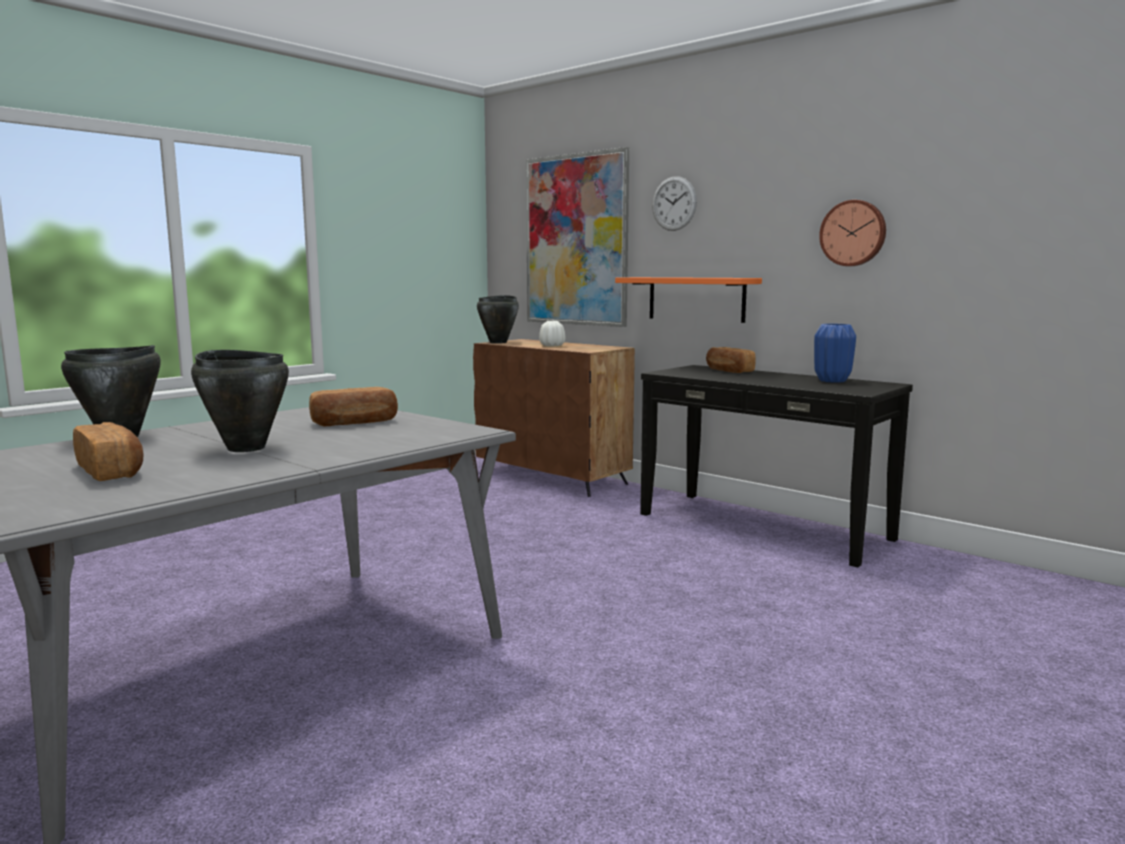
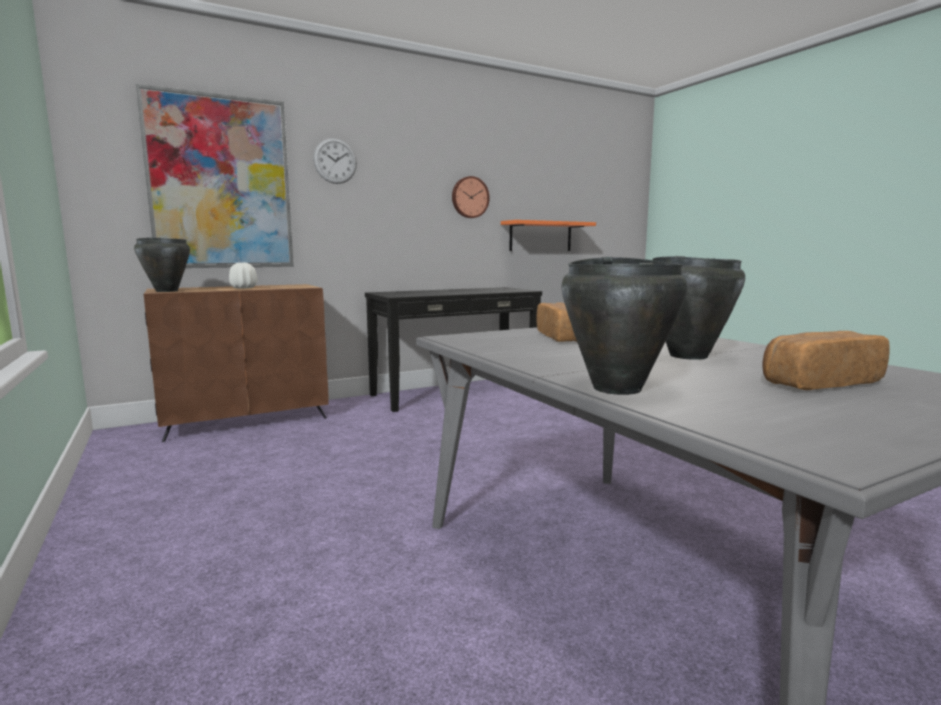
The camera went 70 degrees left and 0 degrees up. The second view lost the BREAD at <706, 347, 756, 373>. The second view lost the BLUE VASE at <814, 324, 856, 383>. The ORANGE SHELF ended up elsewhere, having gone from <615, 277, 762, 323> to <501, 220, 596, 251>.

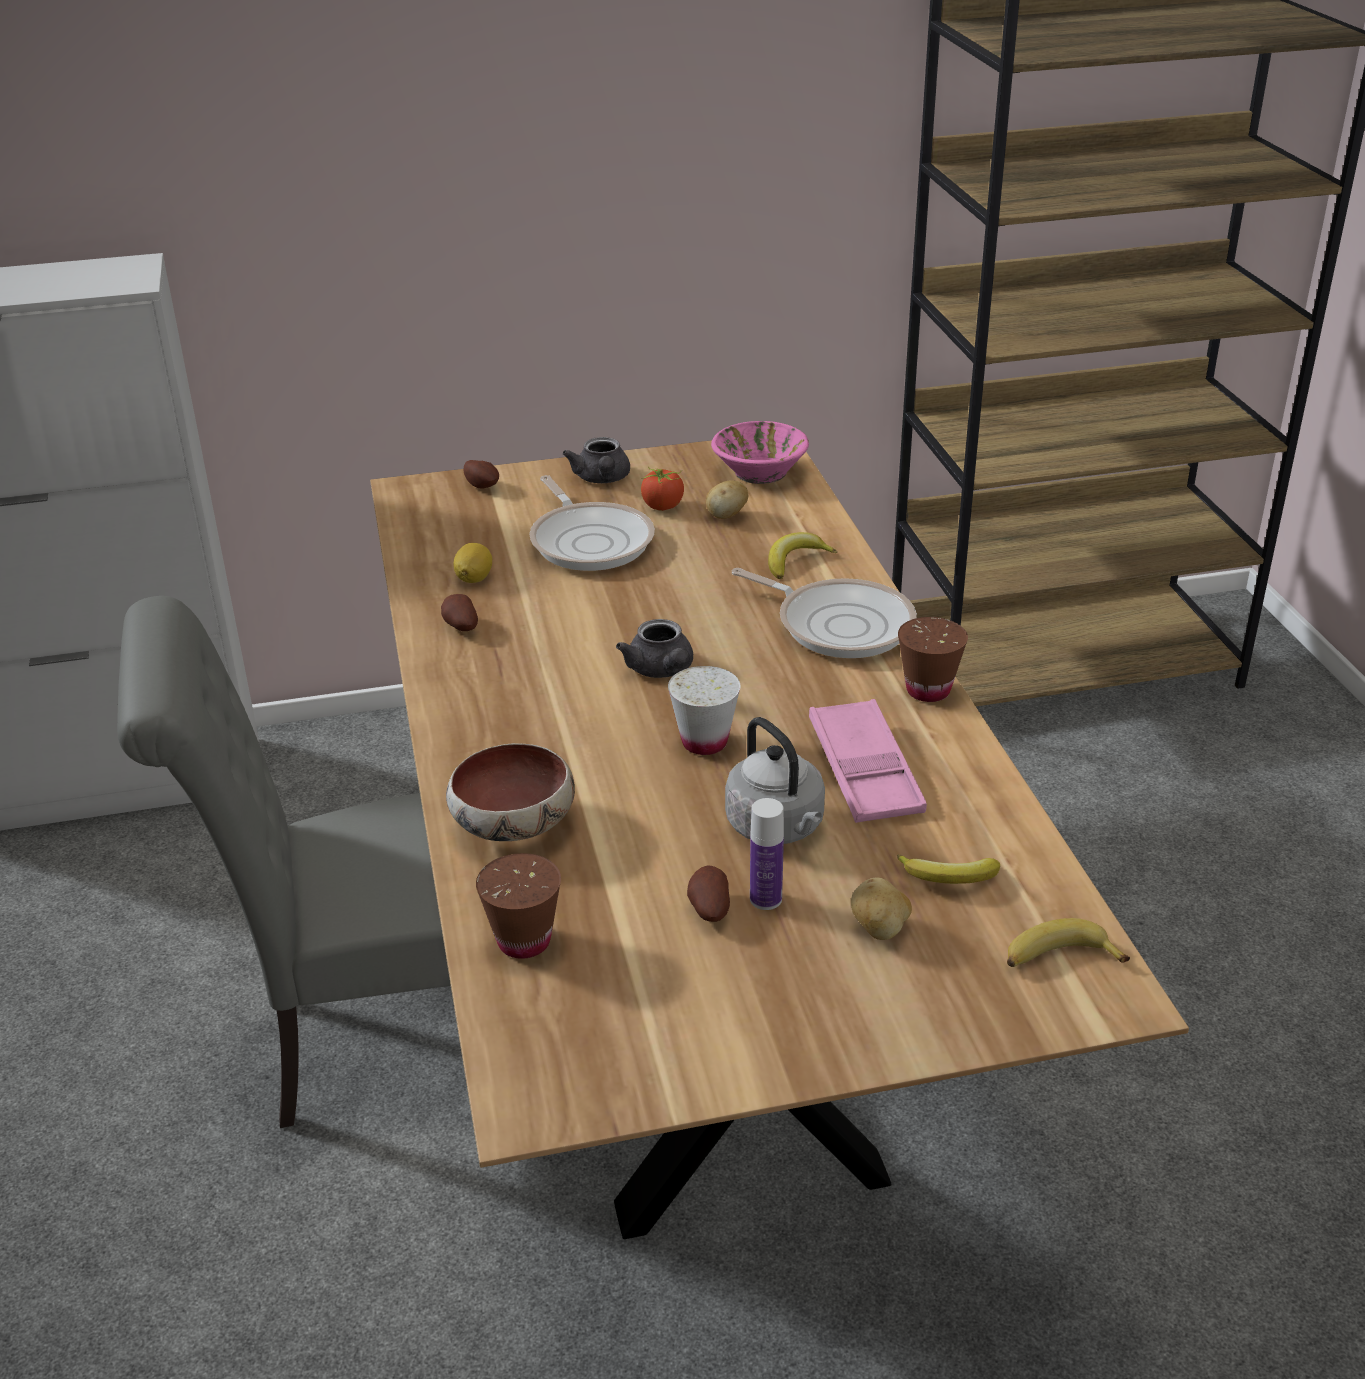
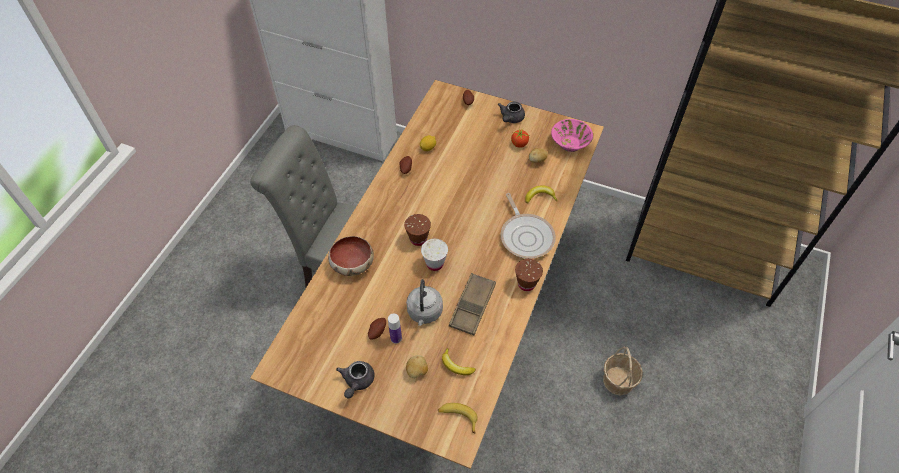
The camera went 35 degrees right and 20 degrees up. The second view lost the FRYING PAN at <529, 475, 655, 571>. The second view gained the BASKET at <603, 347, 643, 396>. The BROWN CUP ended up elsewhere, having gone from <476, 853, 561, 959> to <404, 214, 431, 246>. The GREY TEAPOT ended up elsewhere, having gone from <616, 619, 693, 678> to <336, 361, 375, 399>. What was the PINK TRAY at <809, 699, 927, 823> turned into the BROWN TRAY at <449, 273, 496, 336>.

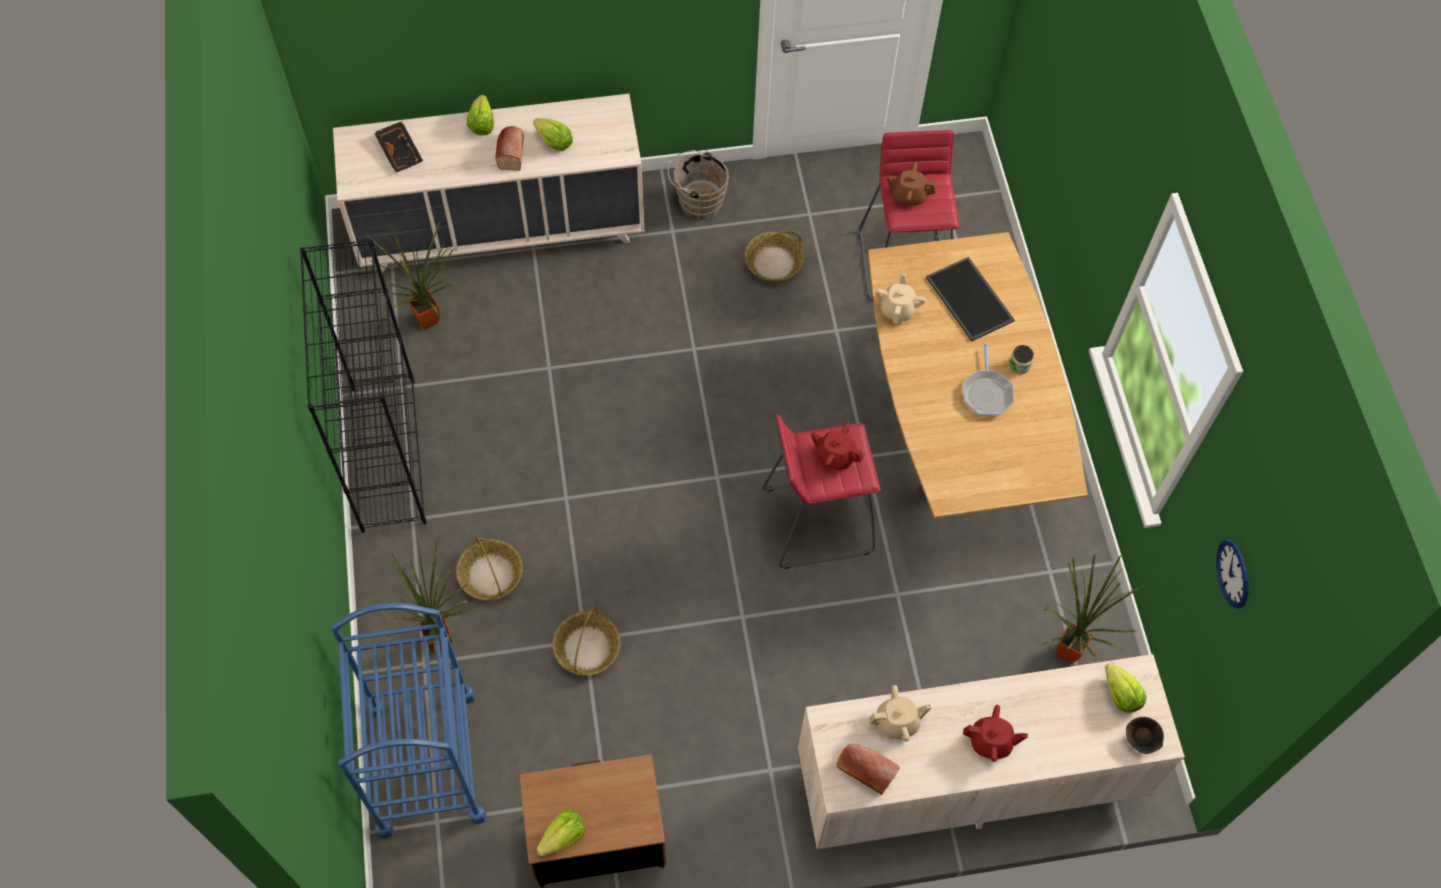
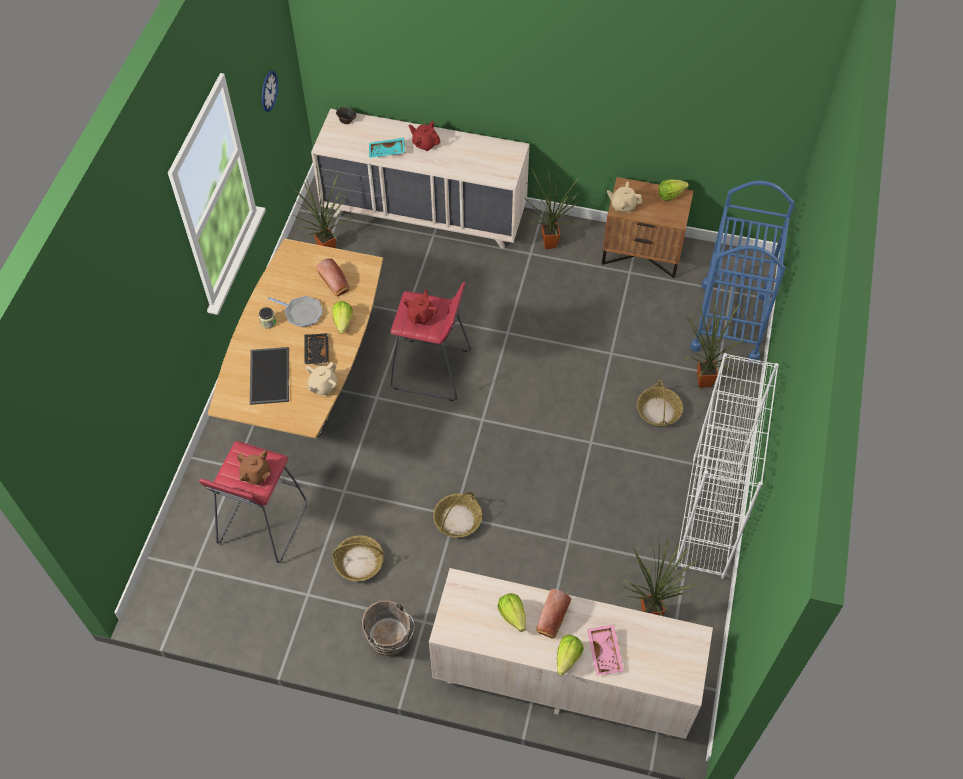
The camera went 155 degrees left and 5 degrees down. The second view gained the TURQUOISE TRAY at <369, 138, 405, 158>. The second view gained the POTTED PLANT at <525, 155, 582, 249>. The second view gained the PINK TRAY at <587, 625, 624, 676>. The BLACK TRAY ended up elsewhere, having gone from <374, 121, 423, 173> to <304, 333, 329, 364>. The BASKET ended up elsewhere, having gone from <553, 607, 621, 676> to <433, 492, 482, 538>. The BREAD ended up elsewhere, having gone from <836, 744, 900, 795> to <317, 258, 350, 296>. The BEIGE TEAPOT ended up elsewhere, having gone from <869, 685, 932, 741> to <607, 181, 643, 213>. The LETTUCE ended up elsewhere, having gone from <1105, 663, 1147, 713> to <332, 301, 353, 334>. What was the BLACK BOOKCASE at <300, 239, 427, 533> turned into the WHITE BOOKCASE at <675, 353, 779, 579>. The RED TEAPOT at <811, 423, 863, 470> ended up facing another way, 120 degrees counterclockwise from before. The FRYING PAN at <963, 344, 1014, 415> ended up facing another way, 90 degrees clockwise from before.

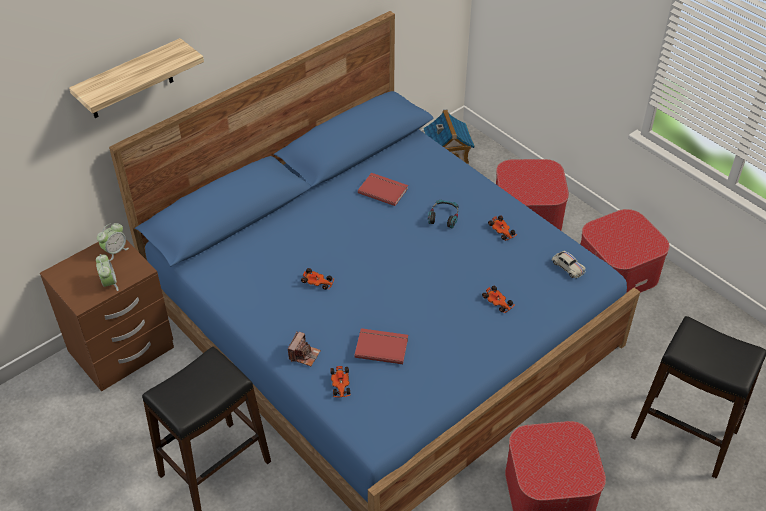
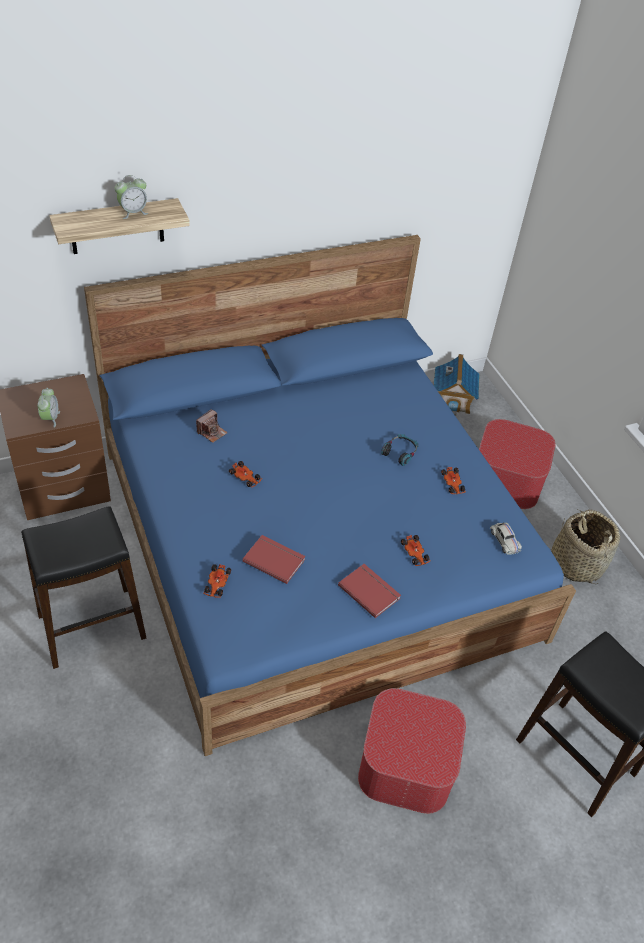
The camera went 15 degrees right and 0 degrees up. The ALARM CLOCK ended up elsewhere, having gone from <97, 223, 129, 261> to <114, 175, 148, 219>. The PHOTO CAMERA ended up elsewhere, having gone from <288, 332, 321, 366> to <196, 409, 228, 443>. The RED BOOK ended up elsewhere, having gone from <358, 173, 408, 206> to <338, 564, 401, 618>. Where the OTTOMAN stood at <580, 209, 670, 293>, the BASKET came to stand at <551, 509, 620, 584>.

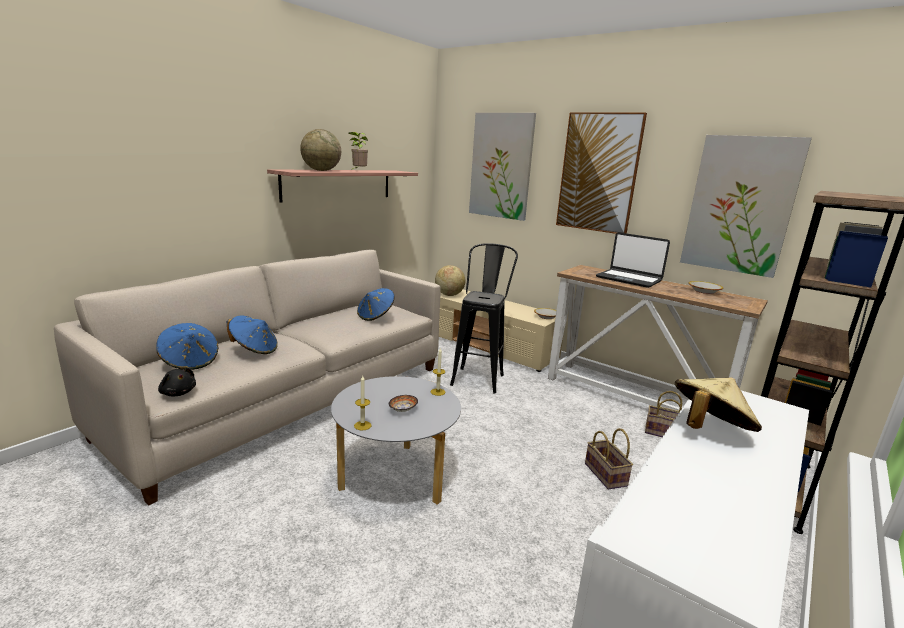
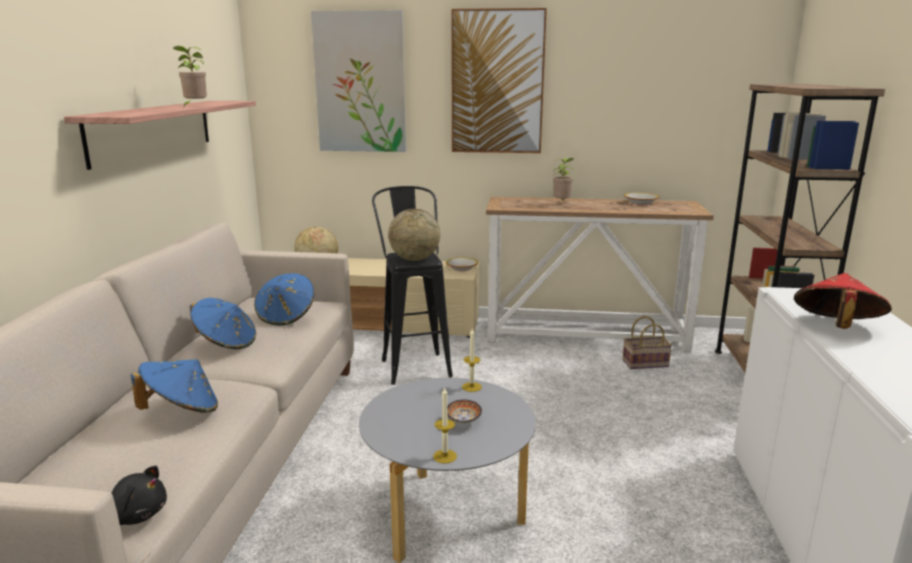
The camera went 30 degrees left and 0 degrees up. The second view lost the BASKET at <585, 428, 633, 490>. The second view lost the PICTURE at <680, 135, 812, 278>. The BLUE HAT ended up elsewhere, having gone from <156, 323, 219, 370> to <190, 298, 256, 349>. The GLOBE ended up elsewhere, having gone from <300, 129, 341, 171> to <388, 209, 440, 261>. Where the LAPTOP stood at <596, 232, 670, 288>, the POTTED PLANT came to stand at <553, 157, 573, 201>. What was the BEIGE HAT at <675, 378, 762, 432> turned into the RED HAT at <794, 273, 892, 329>.

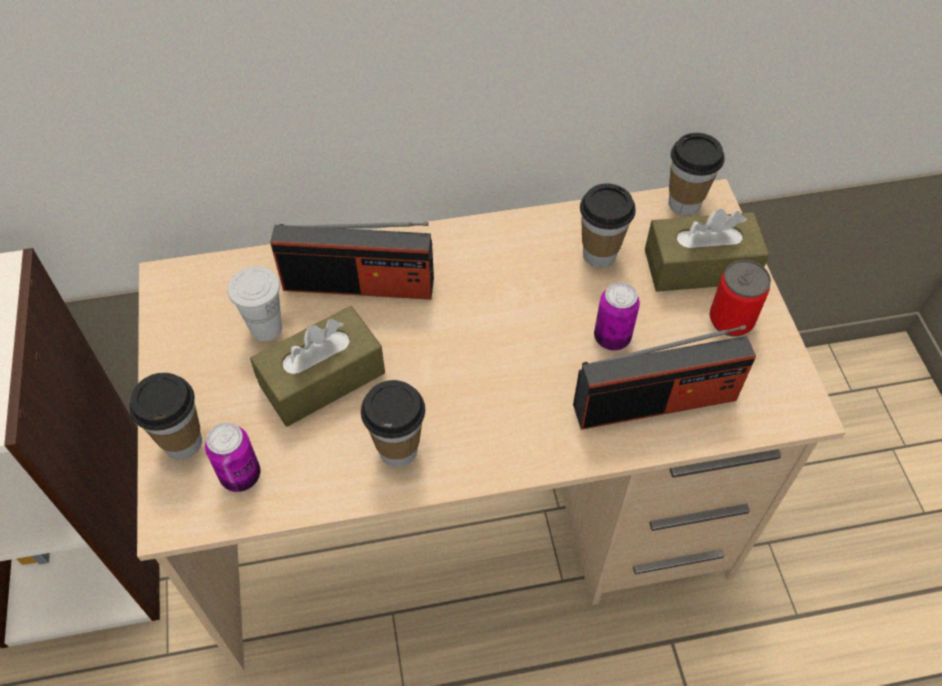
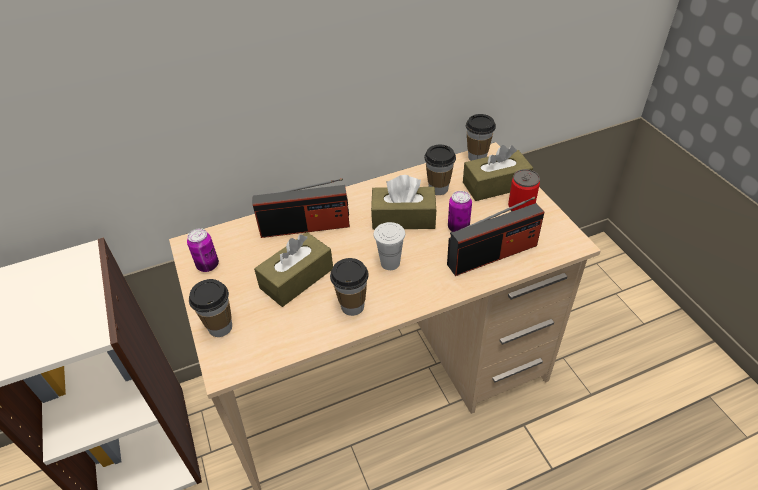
The camera went 10 degrees left and 10 degrees down. The second view gained the BROWN TISSUE BOX at <371, 175, 437, 230>. The CAN ended up elsewhere, having gone from <205, 423, 260, 492> to <187, 228, 219, 272>. The WHITE CUP ended up elsewhere, having gone from <227, 266, 282, 341> to <374, 222, 405, 270>.

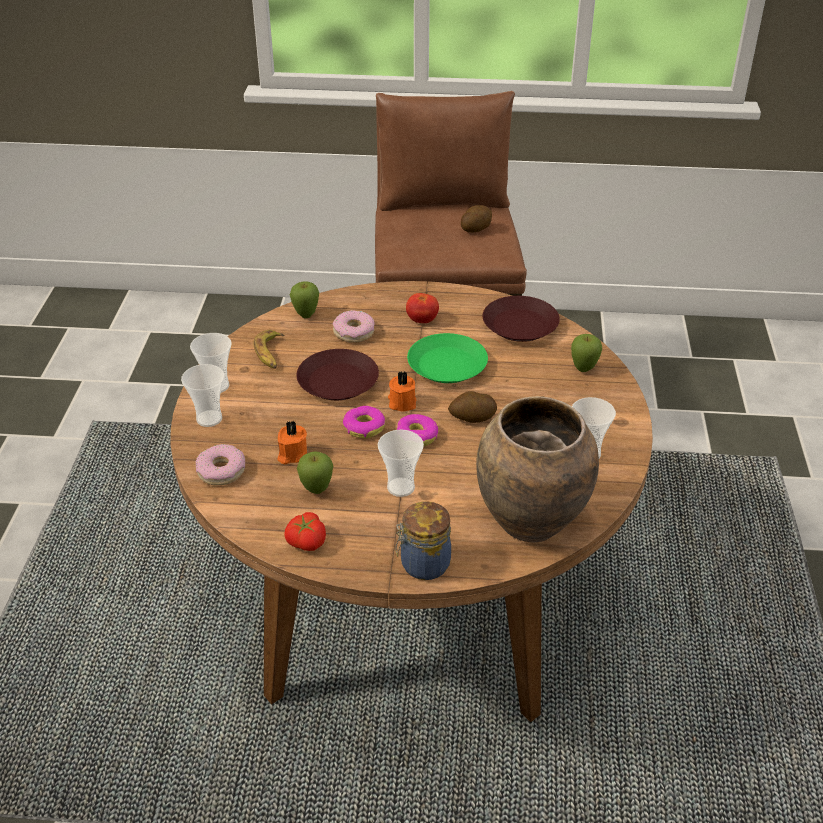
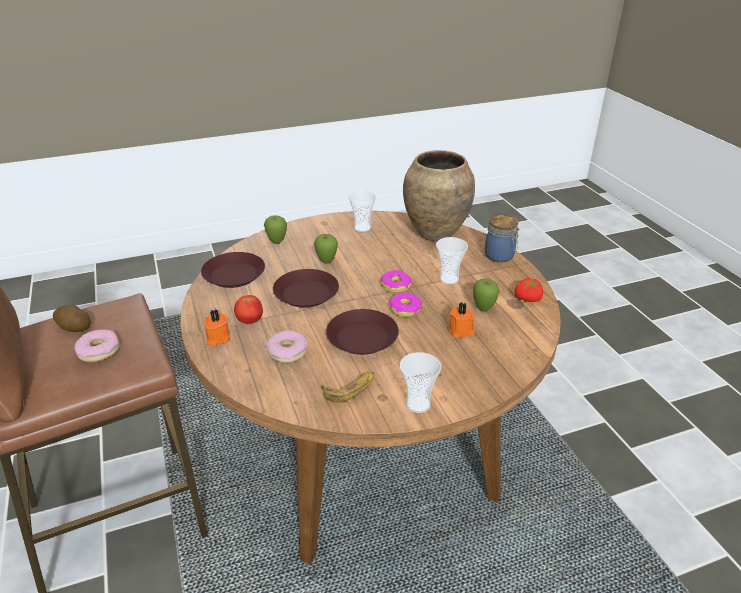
The camera went 115 degrees left and 5 degrees down. The second view lost the CUP at <181, 364, 224, 427>. The second view lost the POTATO at <448, 391, 497, 423>. The DONUT ended up elsewhere, having gone from <196, 444, 245, 485> to <74, 329, 120, 362>. The APPLE ended up elsewhere, having gone from <290, 281, 319, 318> to <314, 234, 338, 264>. The ORANGE CANDLE ended up elsewhere, having gone from <388, 372, 417, 411> to <204, 309, 230, 347>. What was the GREEN PLATE at <407, 333, 488, 383> turned into the BROWN PLATE at <273, 269, 339, 308>.

